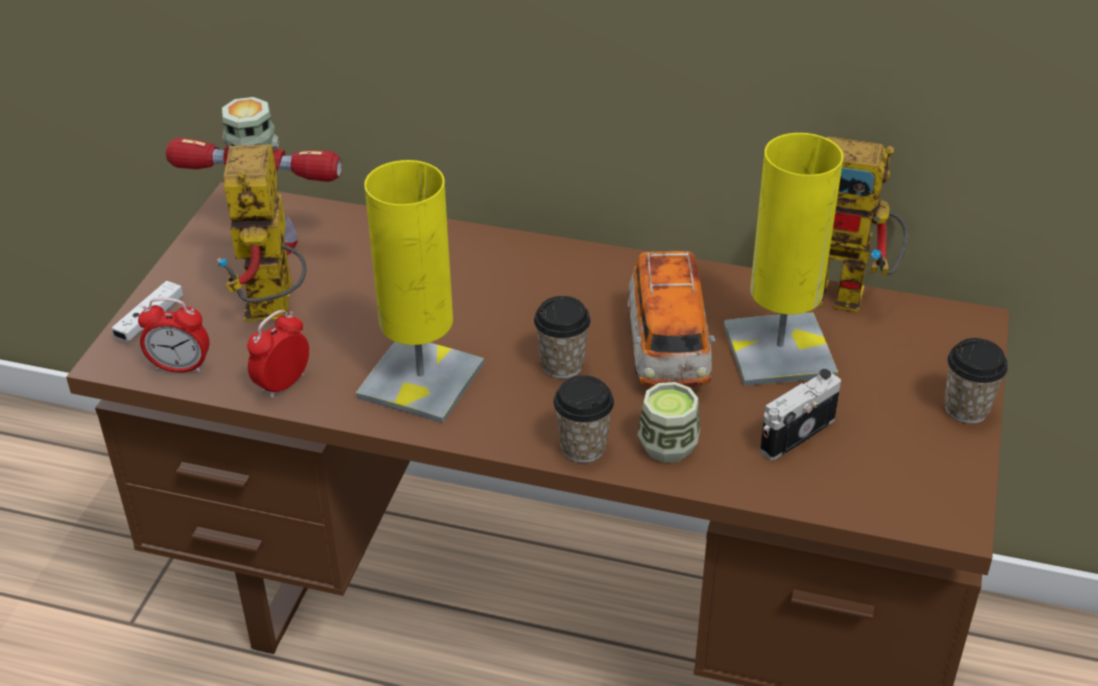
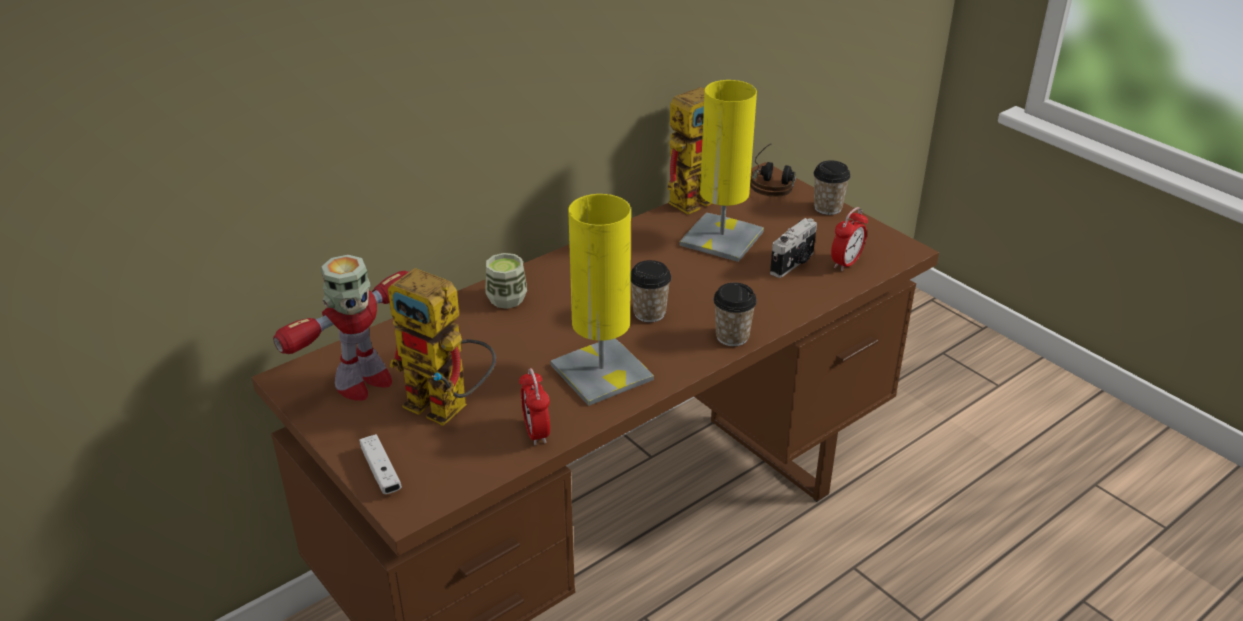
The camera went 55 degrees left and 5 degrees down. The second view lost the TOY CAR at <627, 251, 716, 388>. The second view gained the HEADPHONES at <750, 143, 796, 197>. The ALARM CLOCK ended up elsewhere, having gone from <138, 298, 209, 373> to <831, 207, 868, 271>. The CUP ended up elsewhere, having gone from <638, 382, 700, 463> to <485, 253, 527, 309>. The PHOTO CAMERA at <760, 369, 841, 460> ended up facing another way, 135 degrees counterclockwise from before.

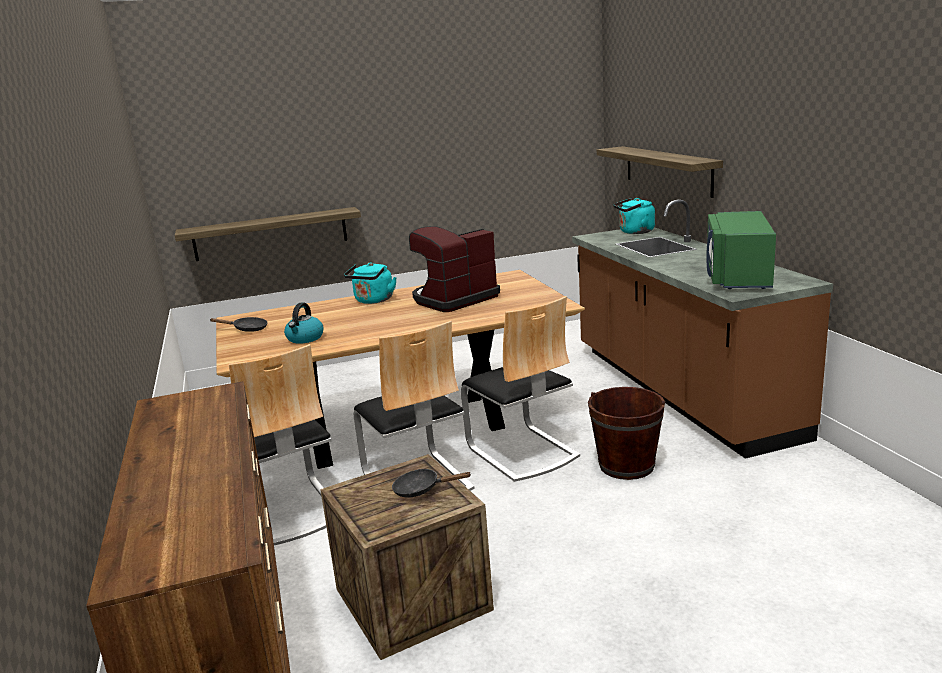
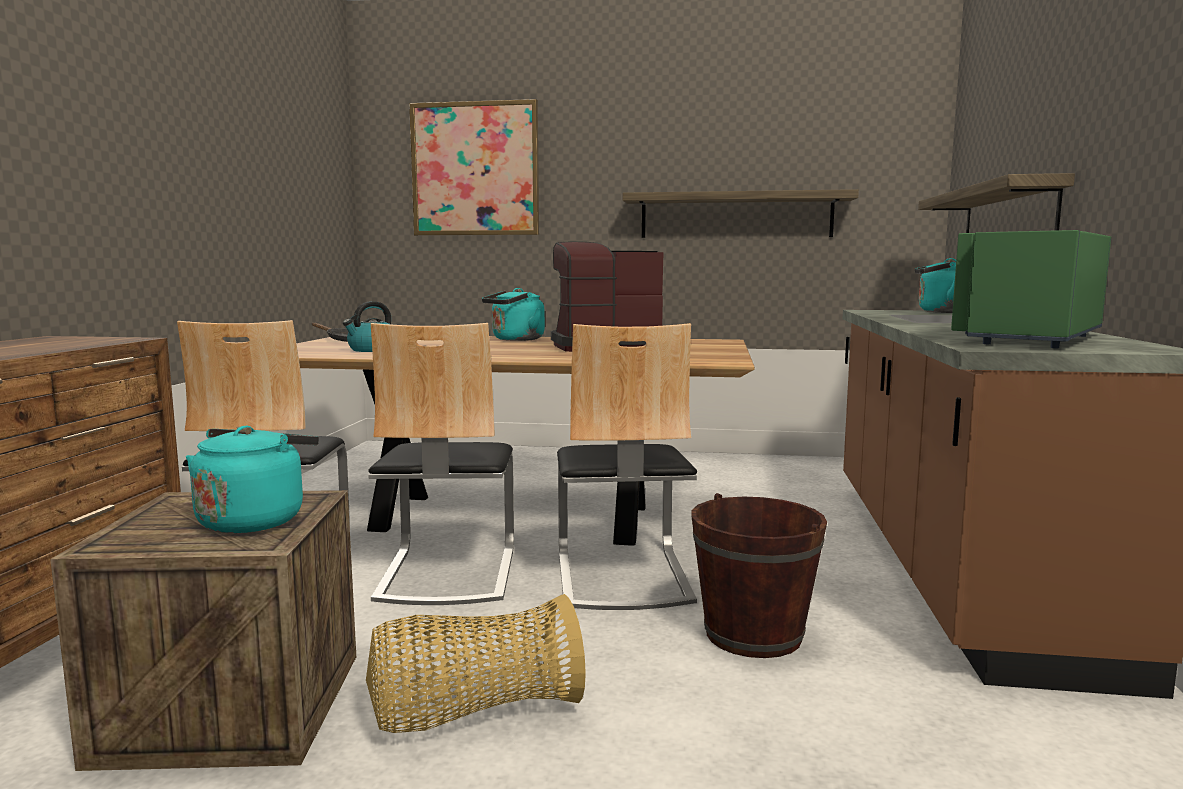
The camera went 25 degrees right and 10 degrees down. The second view gained the BASKET at <366, 594, 586, 733>. The second view gained the PICTURE at <409, 99, 539, 236>. The SHELF ended up elsewhere, having gone from <175, 207, 361, 261> to <623, 189, 859, 238>. Where the BLACK FRYING PAN stood at <392, 469, 472, 498>, the TURQUOISE KETTLE came to stand at <186, 426, 319, 533>.

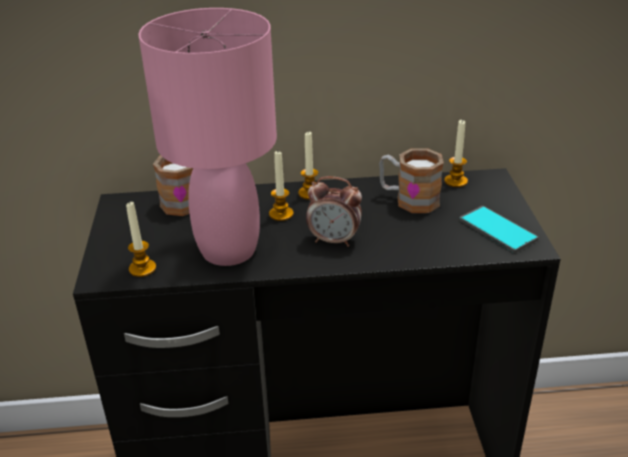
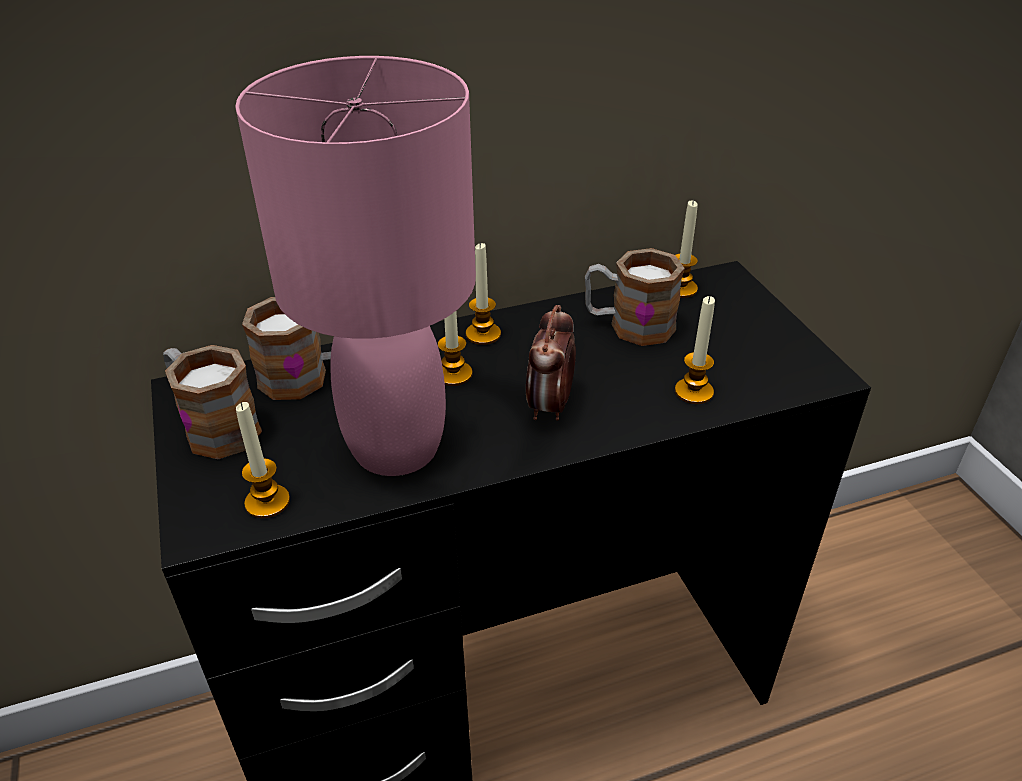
The camera went 15 degrees left and 5 degrees up. The second view lost the PHONE at <459, 206, 538, 253>. The second view gained the MUG at <163, 345, 262, 459>. The second view gained the CANDLE at <675, 296, 715, 404>. The ALARM CLOCK at <306, 176, 362, 247> ended up facing another way, 105 degrees clockwise from before.

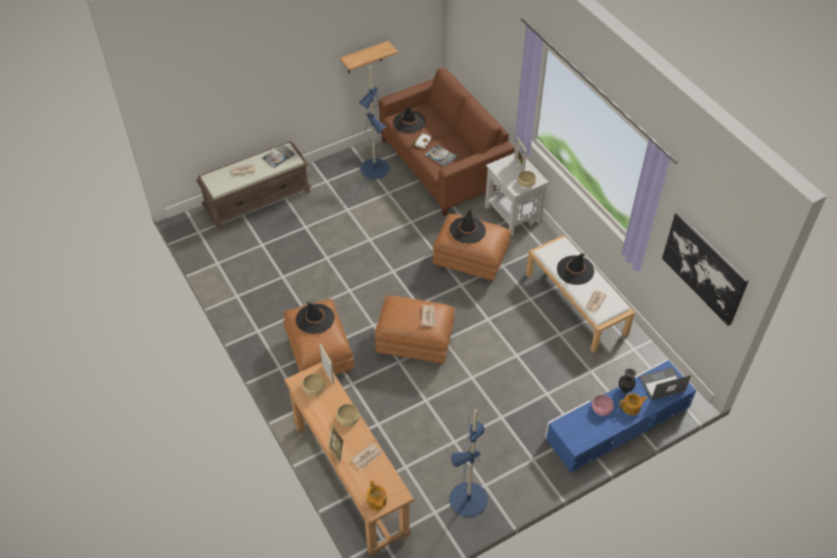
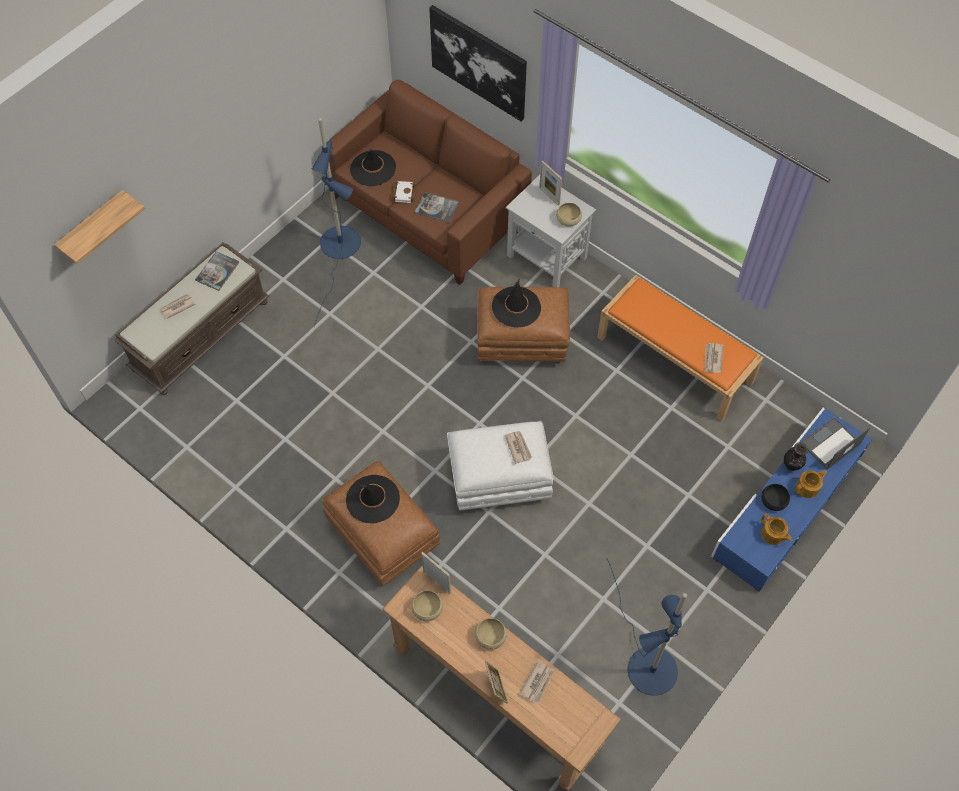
The camera went 20 degrees left and 10 degrees up. The second view lost the BLACK HAT at <557, 253, 594, 285>. The SHELF ended up elsewhere, having gone from <340, 41, 398, 73> to <54, 190, 145, 264>. The TEAPOT ended up elsewhere, having gone from <366, 480, 387, 510> to <761, 513, 792, 545>. The PICTURE ended up elsewhere, having gone from <662, 212, 749, 326> to <429, 5, 527, 121>. What was the BROWN OTTOMAN at <375, 296, 455, 365> turned into the WHITE OTTOMAN at <447, 421, 553, 511>. What was the WHITE BENCH at <526, 235, 635, 353> turned into the ORANGE BENCH at <597, 275, 764, 421>. What was the PINK BOWL at <592, 395, 614, 416> turned into the BLACK BOWL at <761, 484, 790, 511>.

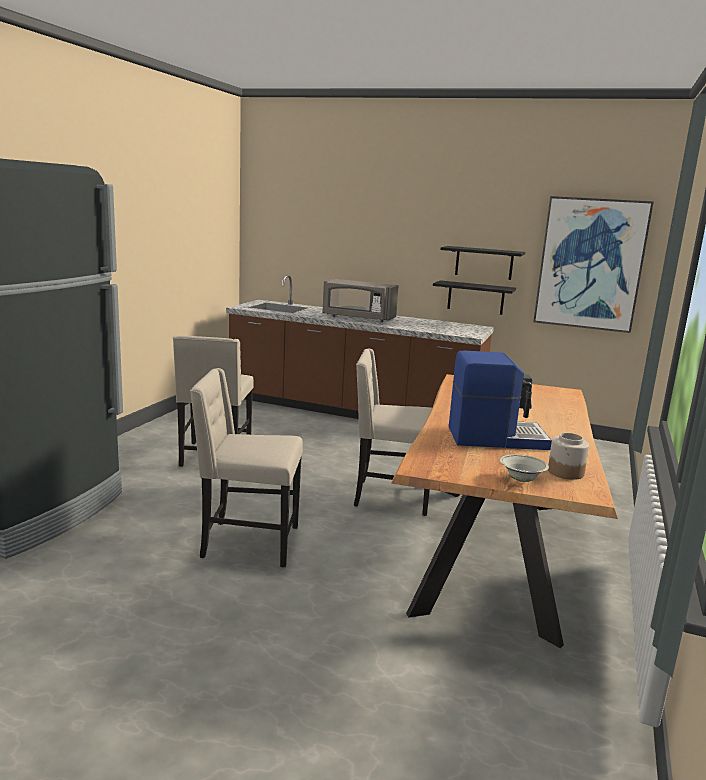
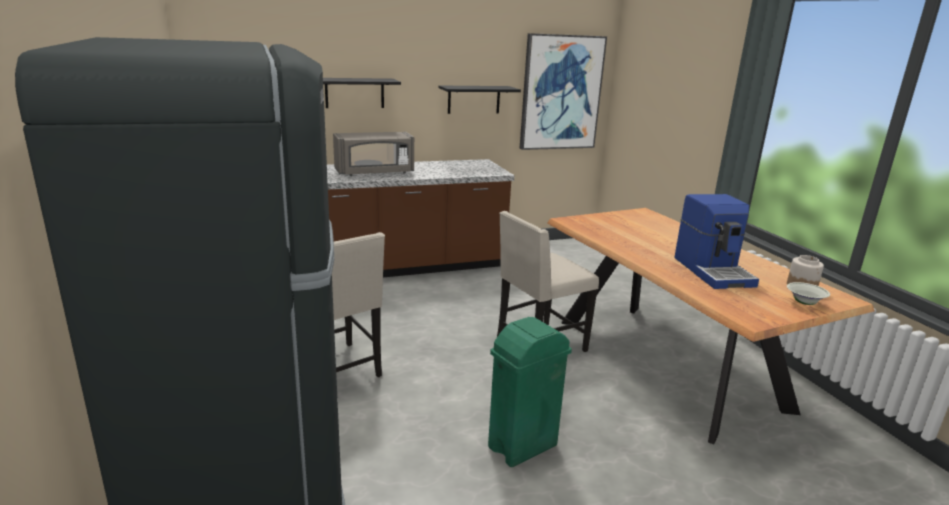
The camera went 40 degrees left and 5 degrees up. The BLACK SHELF ended up elsewhere, having gone from <433, 280, 516, 315> to <323, 78, 401, 108>. Where the BEIGE CHAIR stood at <190, 368, 303, 567>, the GREEN TRASH CAN came to stand at <488, 317, 572, 467>. The COFFEE MACHINE at <449, 351, 552, 450> ended up facing another way, 120 degrees clockwise from before.

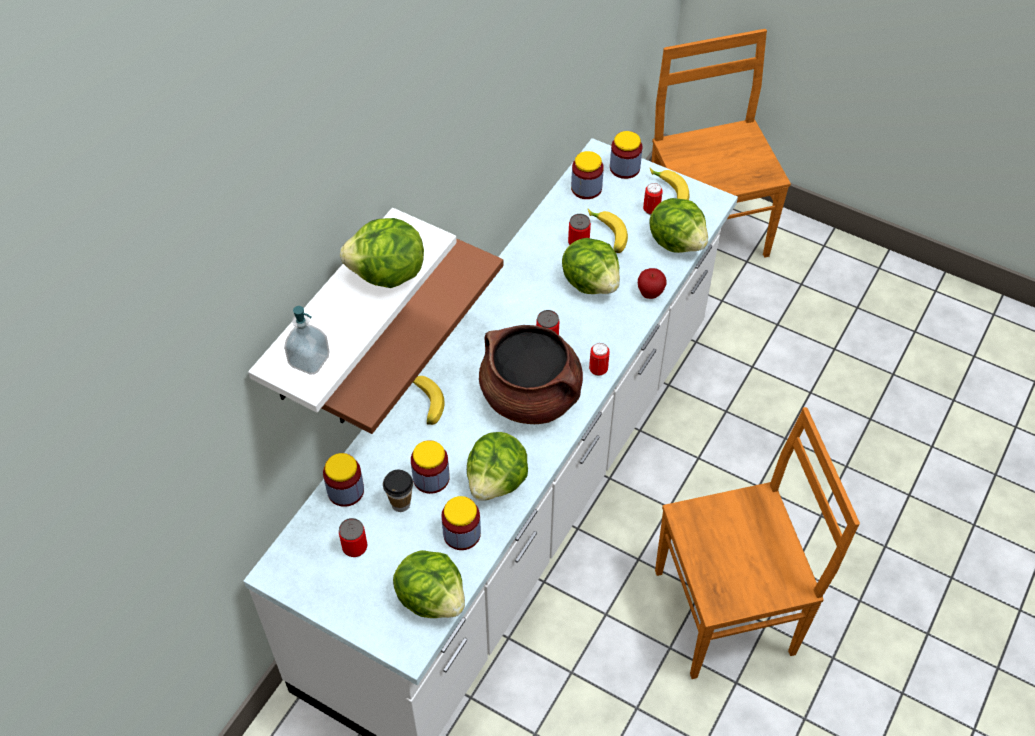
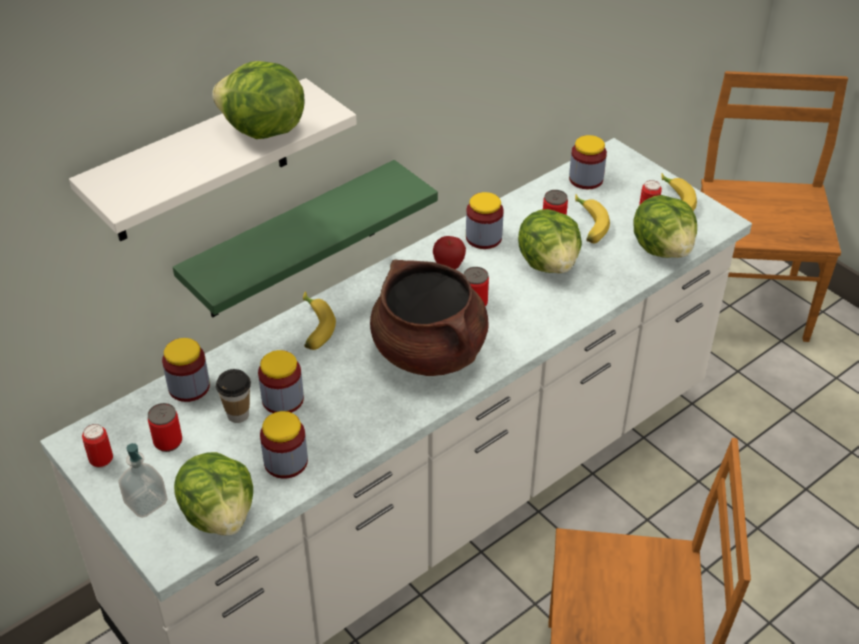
The camera went 20 degrees right and 10 degrees down. The second view lost the LETTUCE at <467, 432, 528, 501>. The SOAP DISPENSER ended up elsewhere, having gone from <284, 306, 329, 374> to <118, 443, 168, 518>. The CAN ended up elsewhere, having gone from <589, 343, 610, 376> to <82, 424, 113, 468>. The JAR ended up elsewhere, having gone from <610, 131, 642, 179> to <466, 192, 504, 249>. The APPLE ended up elsewhere, having gone from <638, 268, 666, 299> to <433, 236, 466, 269>. What was the BROWN SHELF at <322, 238, 503, 434> turned into the GREEN SHELF at <173, 160, 438, 317>.

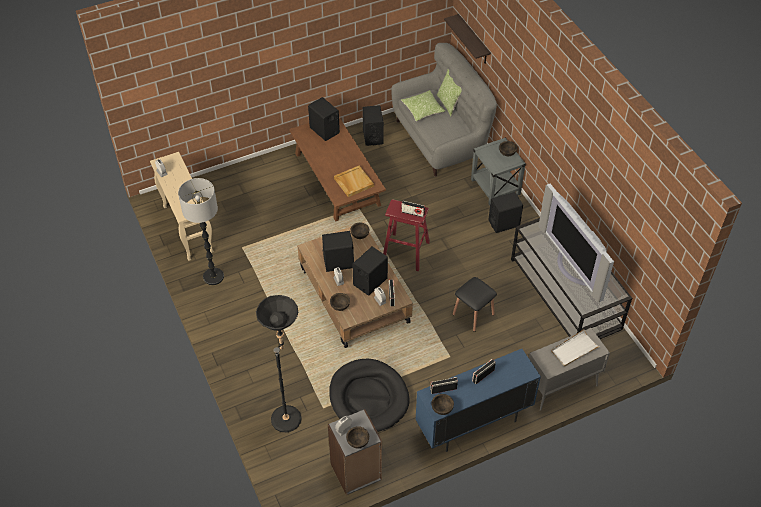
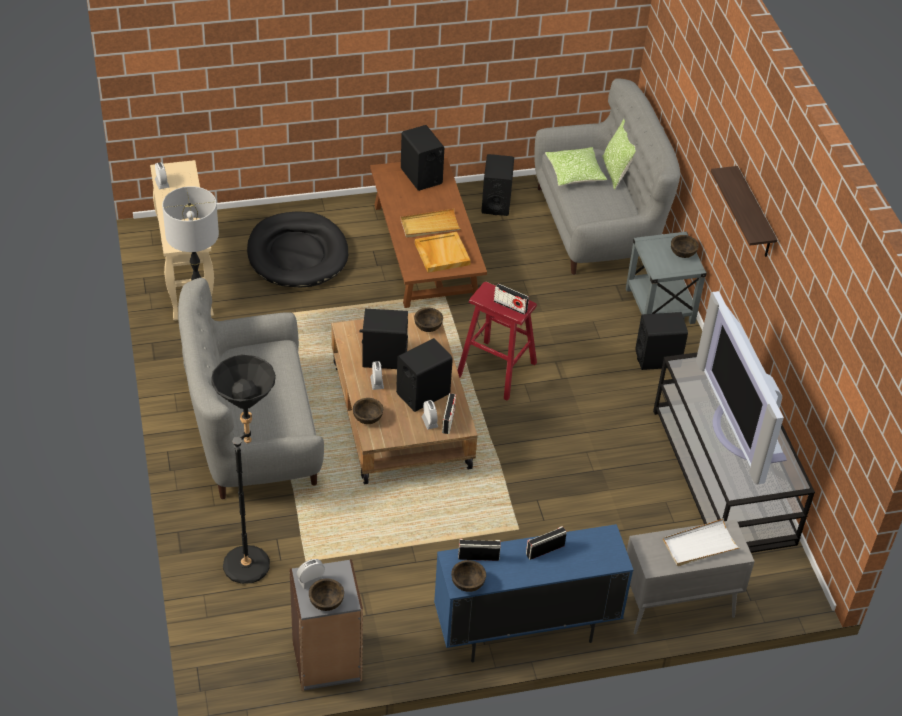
The camera went 10 degrees right and 5 degrees down. The second view lost the BLACK STOOL at <453, 277, 497, 332>. The second view gained the GREY SOFA at <178, 278, 324, 499>. The second view gained the BEIGE TRAY at <400, 209, 461, 238>. The BLACK DOG BED ended up elsewhere, having gone from <329, 359, 409, 432> to <247, 211, 348, 287>. The SHELF ended up elsewhere, having gone from <444, 14, 491, 64> to <711, 166, 777, 257>.

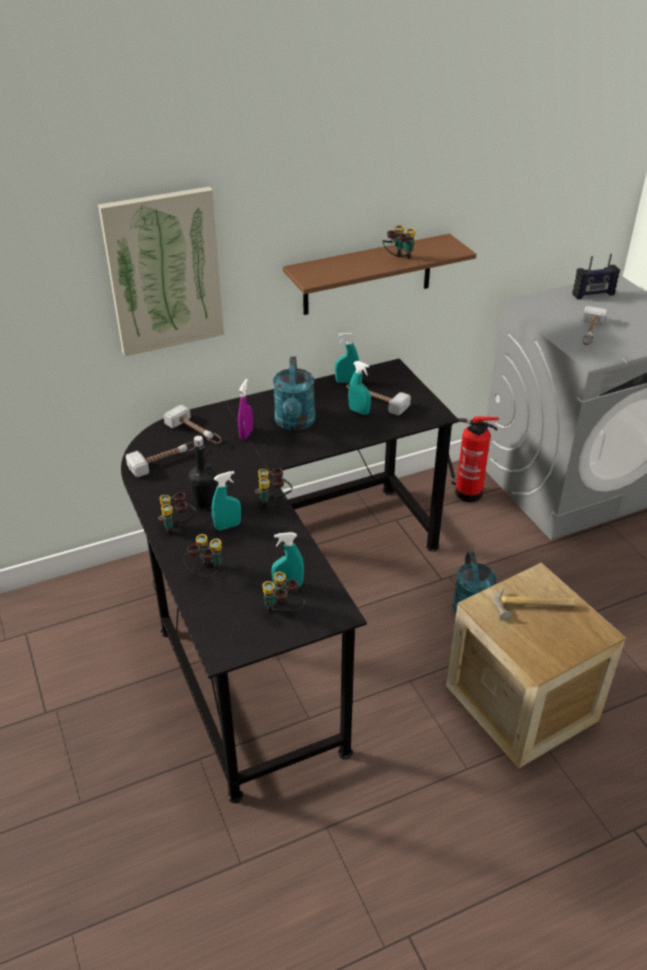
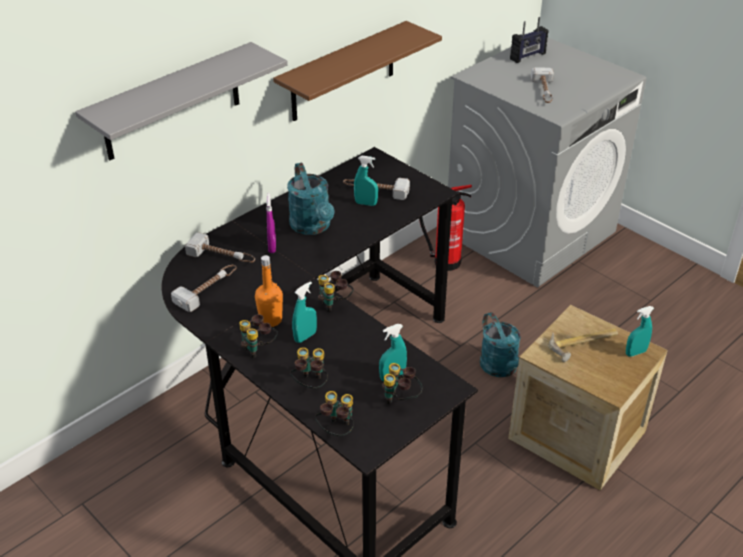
The camera went 20 degrees left and 0 degrees up. The TURQUOISE SPRAY BOTTLE ended up elsewhere, having gone from <335, 333, 359, 383> to <626, 306, 654, 357>. The BINOCULARS ended up elsewhere, having gone from <383, 225, 416, 259> to <315, 391, 354, 436>. Where the PICTURE hung at <98, 186, 224, 356>, the GREY SHELF came to hang at <75, 42, 288, 160>. What was the BLACK BOTTLE at <188, 436, 217, 509> turned into the ORANGE BOTTLE at <255, 255, 283, 327>.

